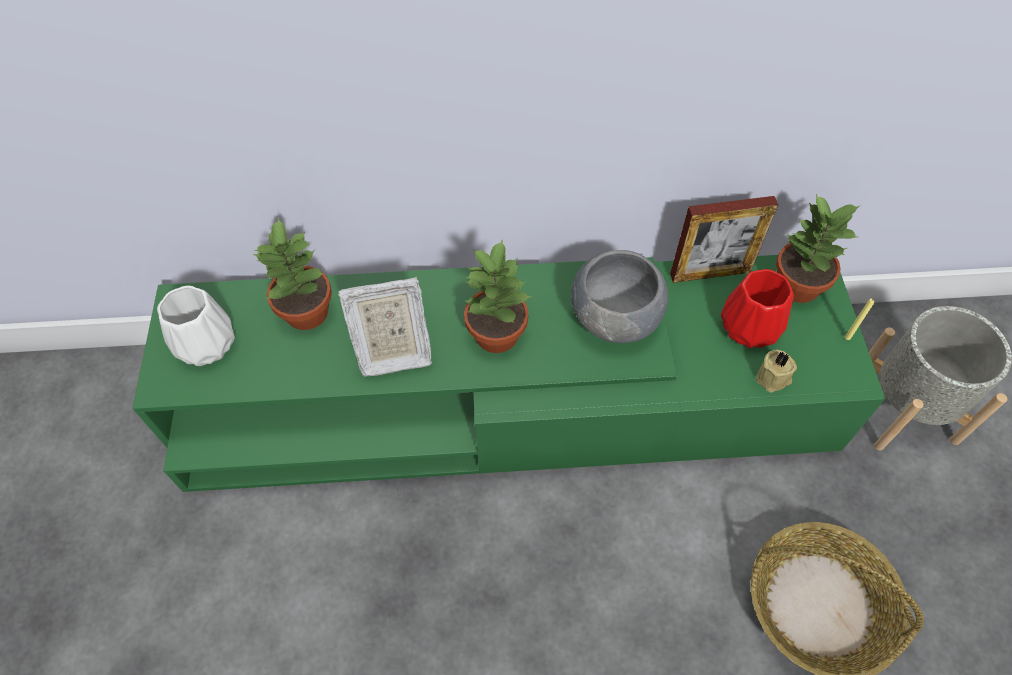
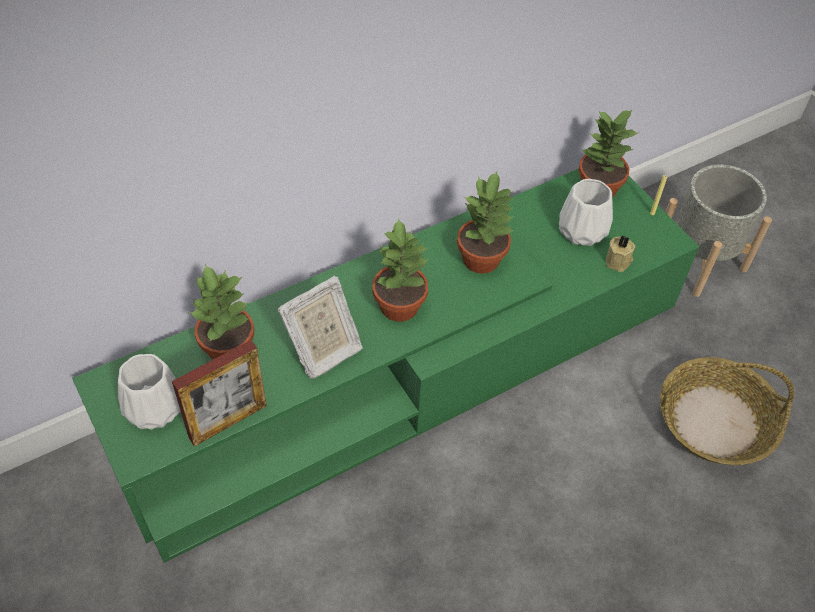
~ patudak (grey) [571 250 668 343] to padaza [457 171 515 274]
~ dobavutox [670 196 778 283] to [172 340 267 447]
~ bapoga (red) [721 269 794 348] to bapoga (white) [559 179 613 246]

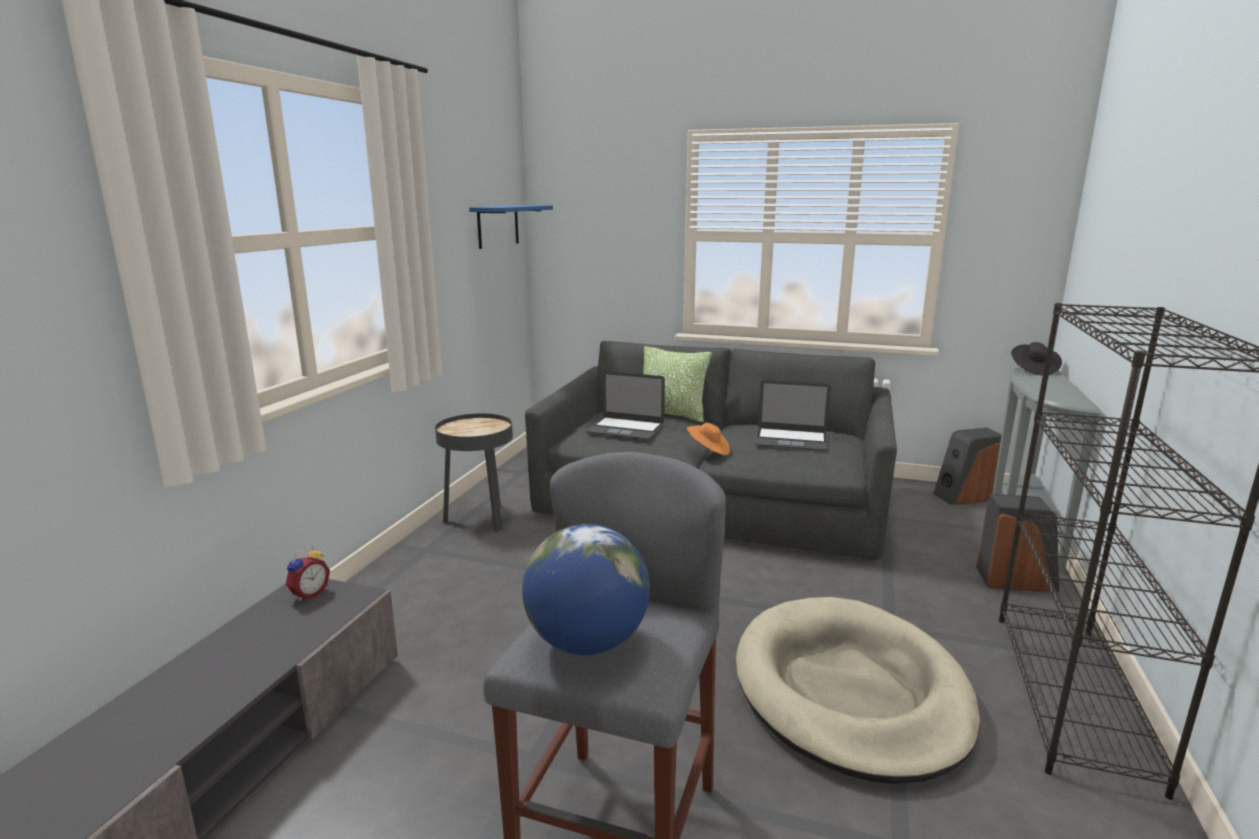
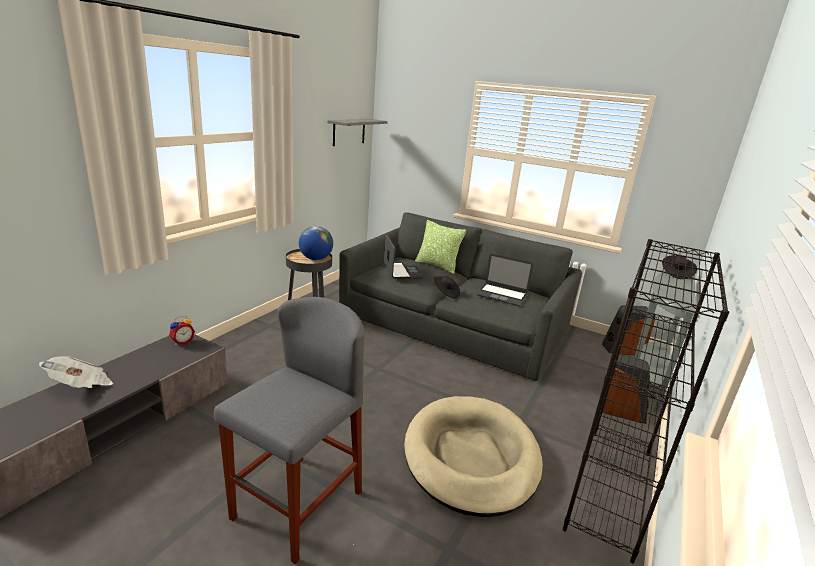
~ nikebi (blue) [469 205 553 249] to nikebi (grey) [327 119 387 146]
~ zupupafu [522 524 650 655] to [299 226 333 260]
~ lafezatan [586 371 665 439] = [384 235 423 279] 135 degrees counterclockwise
~ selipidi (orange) [687 423 730 455] to selipidi (black) [434 276 460 299]
+ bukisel [39 356 113 388]

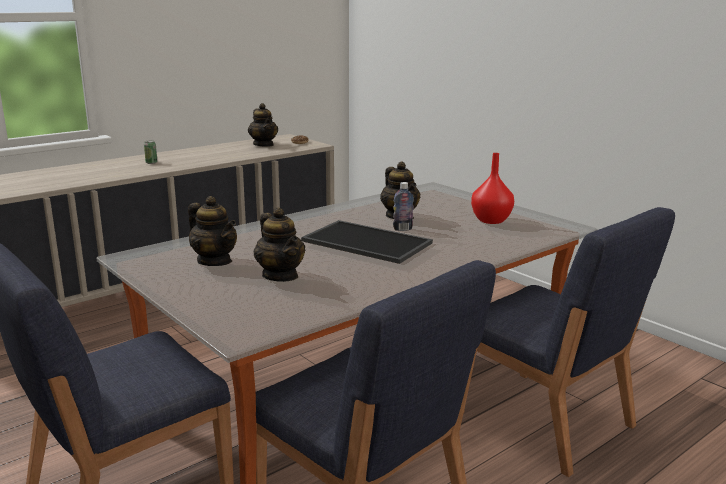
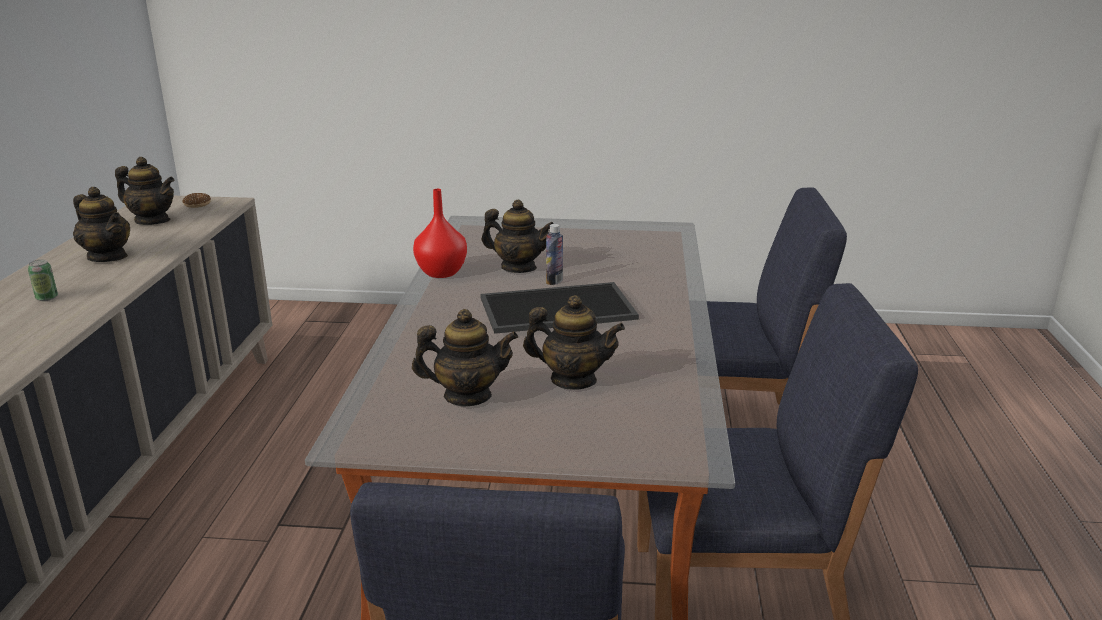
~ bapoga (red) [471 153 514 224] to [413 189 467 278]
+ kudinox [73 187 130 262]

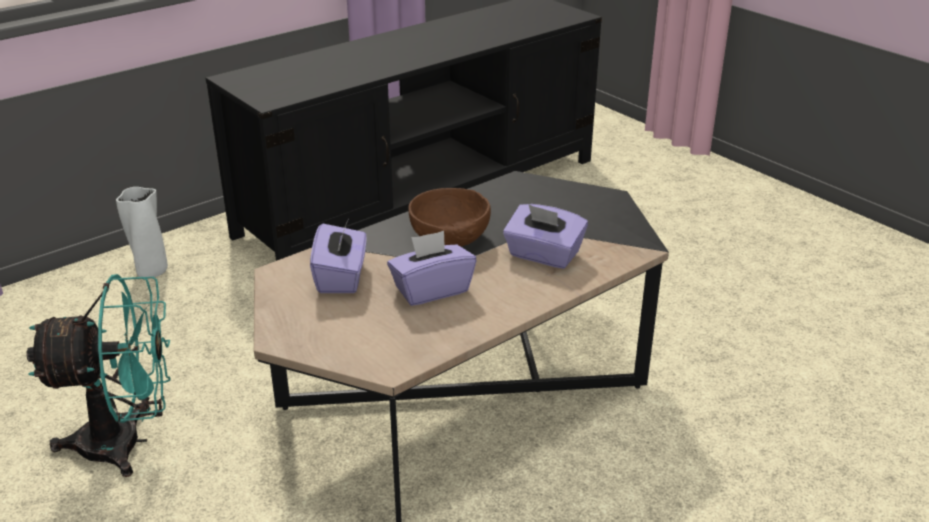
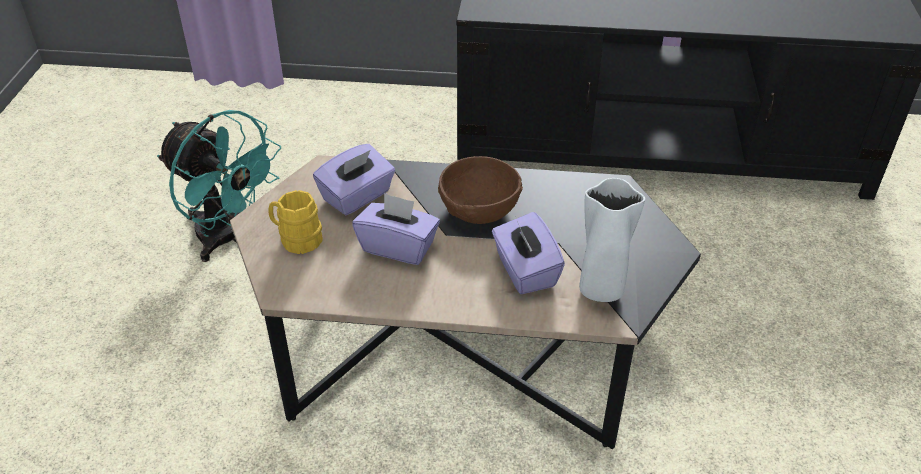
~ bapoga (white) [116 187 168 279] to [579 178 645 302]
+ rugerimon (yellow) [268 190 323 254]

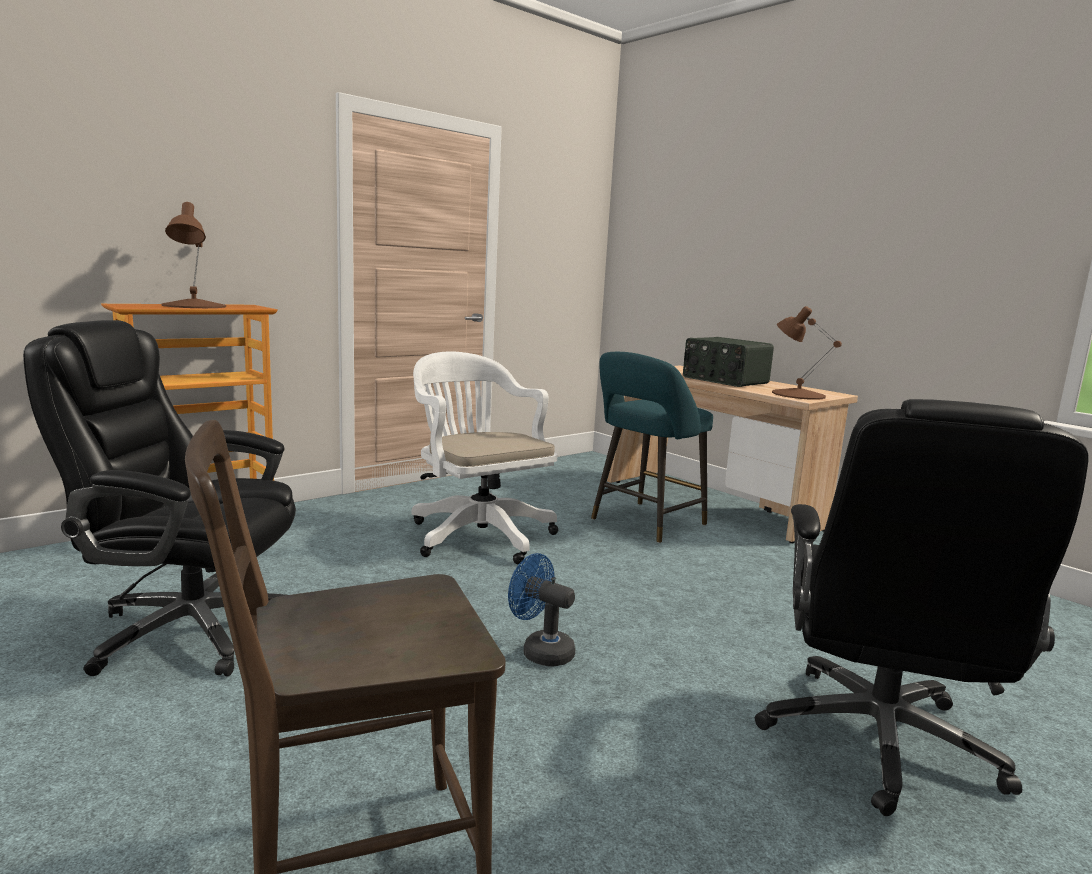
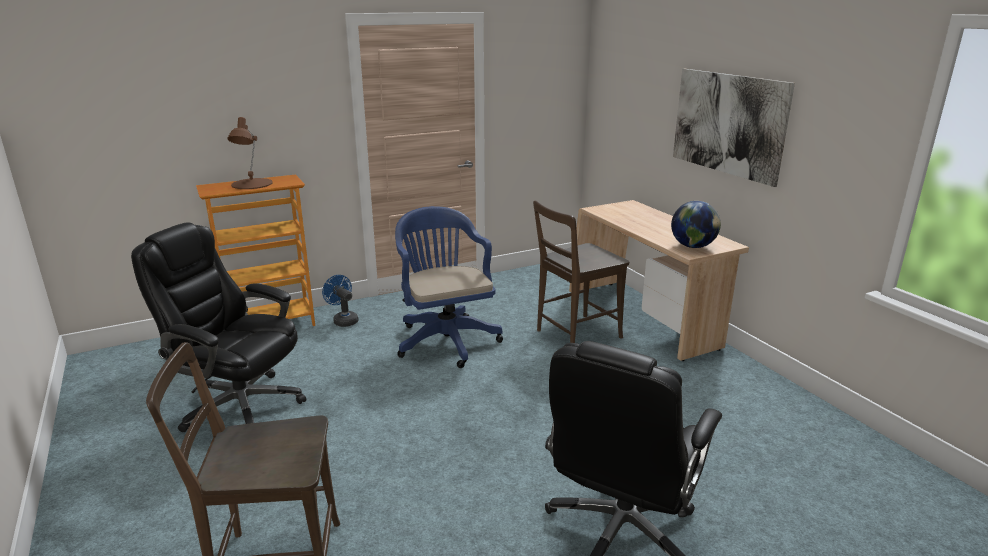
~ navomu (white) [411 352 558 564] to navomu (blue) [395 206 503 368]
~ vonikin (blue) [508 553 576 667] to [322 275 359 327]
~ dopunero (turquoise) [591 352 713 543] to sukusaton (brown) [533 200 629 343]
- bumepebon [683 337 774 387]
~ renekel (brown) [772 306 842 400] to zupupafu [671 201 721 248]
+ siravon [673 69 795 187]

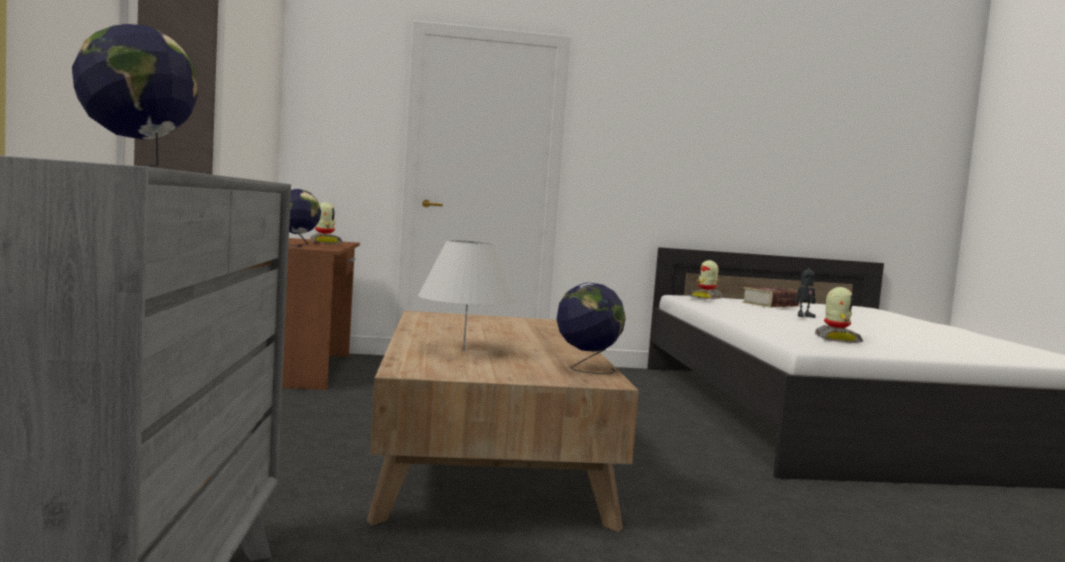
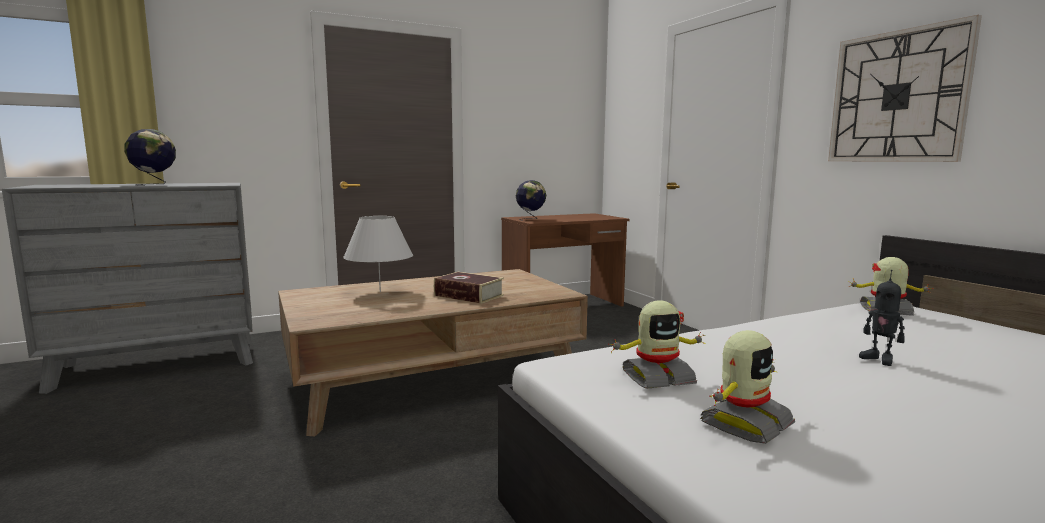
~ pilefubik [310 202 343 244] to [700 330 795 444]
- zupupafu [557 282 626 374]
~ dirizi [742 287 800 307] to [434 272 504 304]
+ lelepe [828 15 982 162]

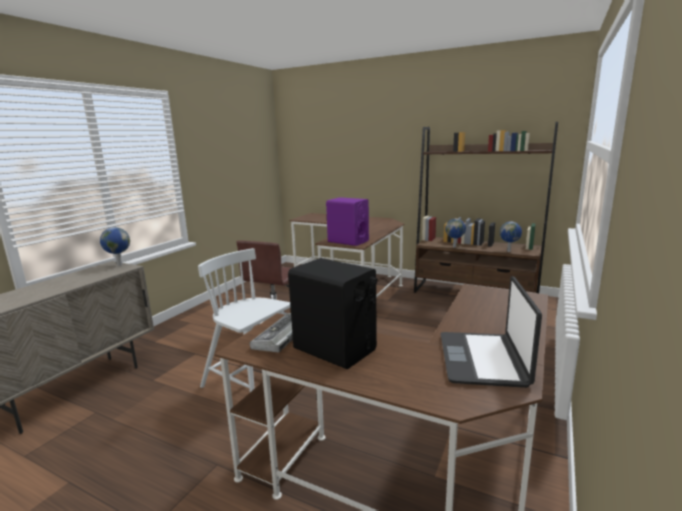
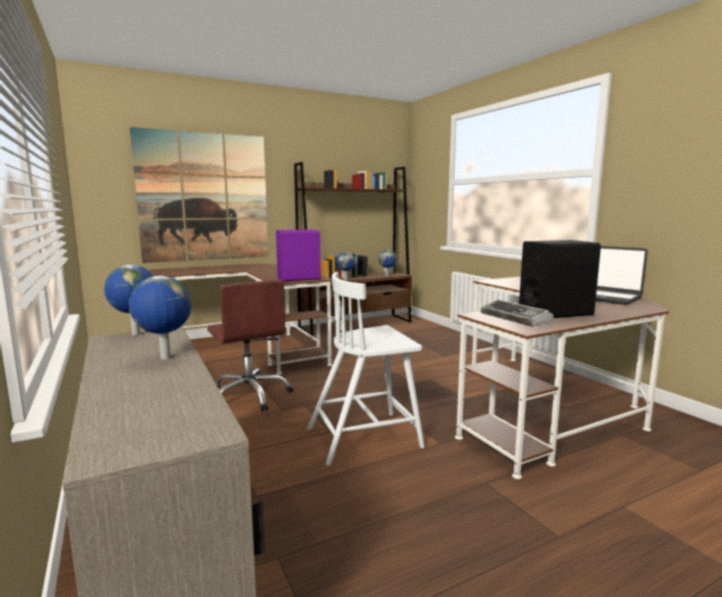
+ zupupafu [129 276 192 360]
+ siravon [130 127 269 263]

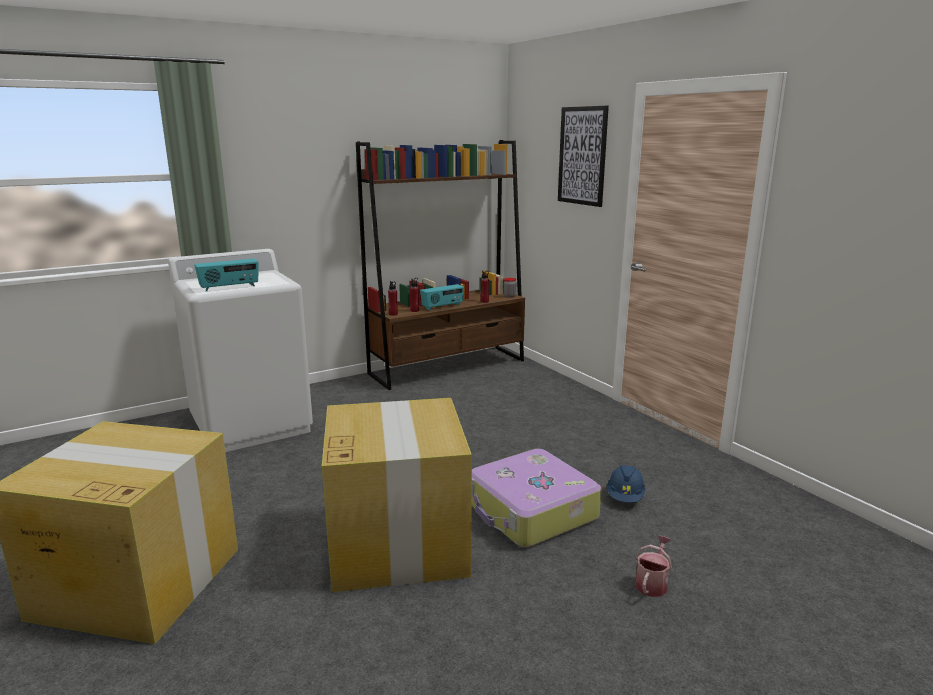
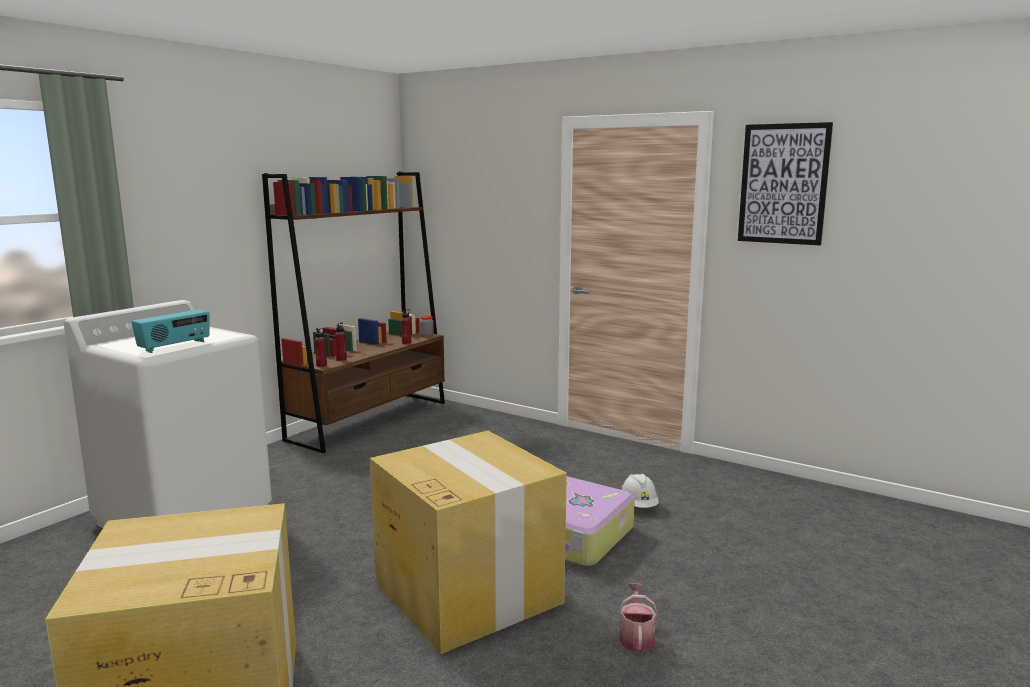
- bumepebon [420 284 464 310]
~ siravon [558 106 609 207] to [738 122 833 245]
~ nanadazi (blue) [607 465 645 503] to nanadazi (white) [622 474 659 508]
~ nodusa [635 535 672 597] to [619 583 658 652]

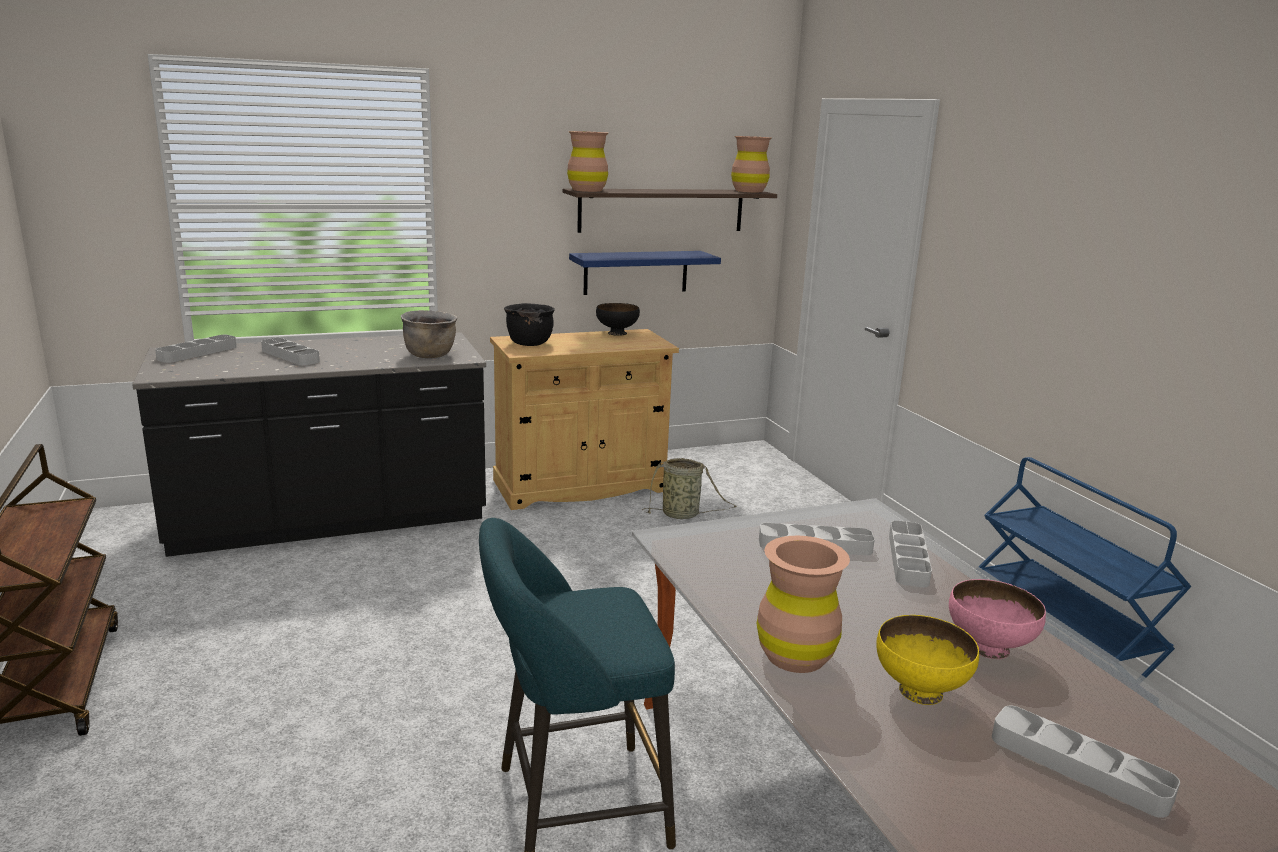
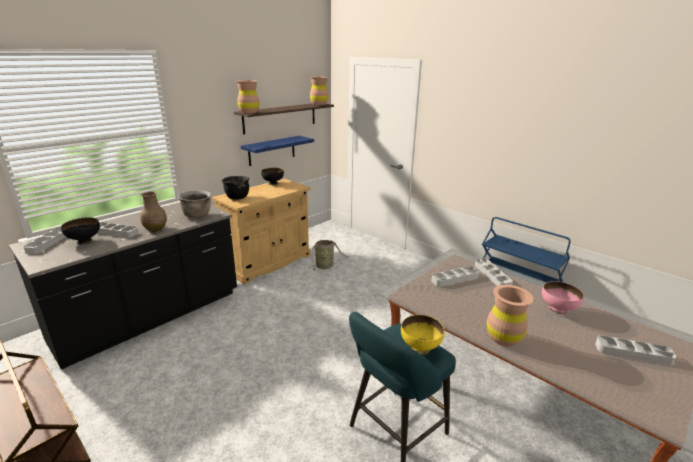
~ patudak (yellow) [876 615 979 705] to [401 315 444 355]
+ patudak (black) [61 217 100 245]
+ bapoga (brown) [140 192 167 232]

